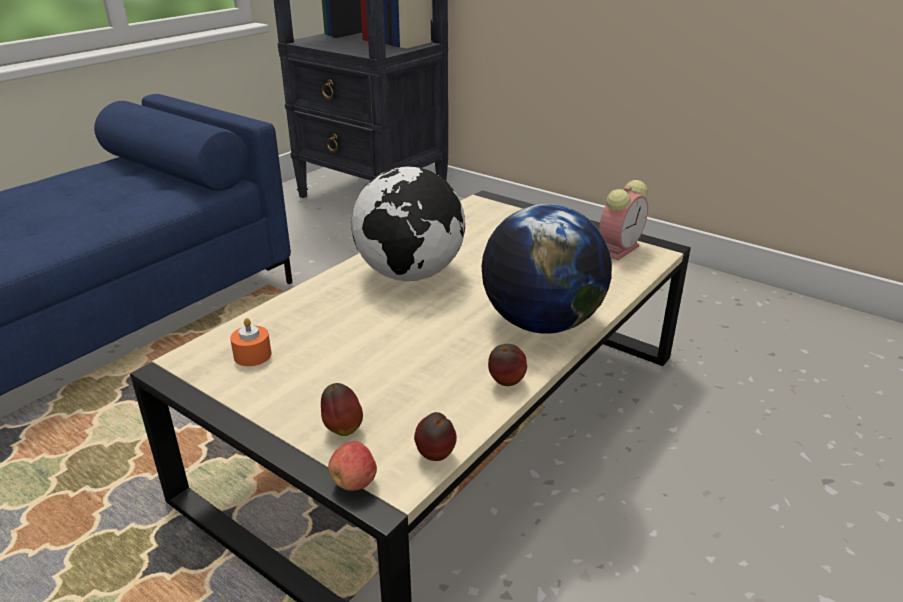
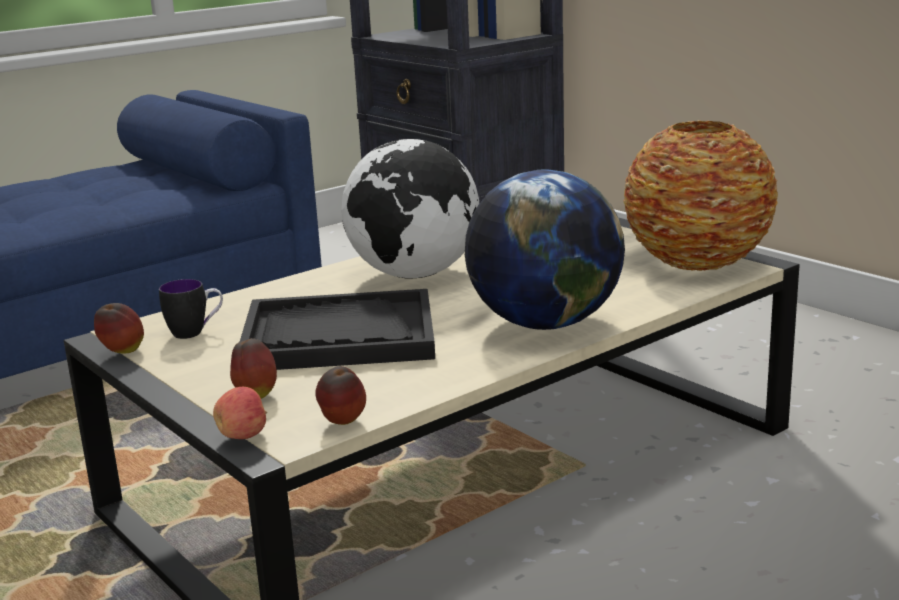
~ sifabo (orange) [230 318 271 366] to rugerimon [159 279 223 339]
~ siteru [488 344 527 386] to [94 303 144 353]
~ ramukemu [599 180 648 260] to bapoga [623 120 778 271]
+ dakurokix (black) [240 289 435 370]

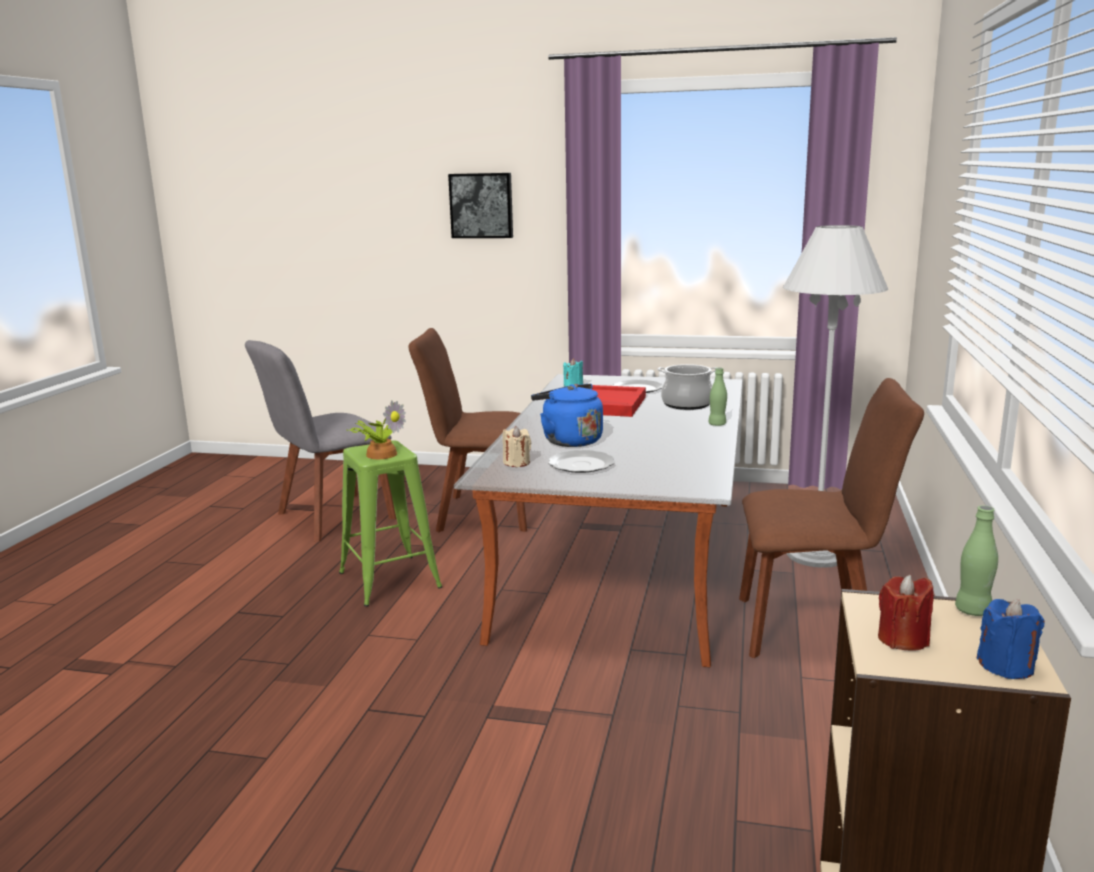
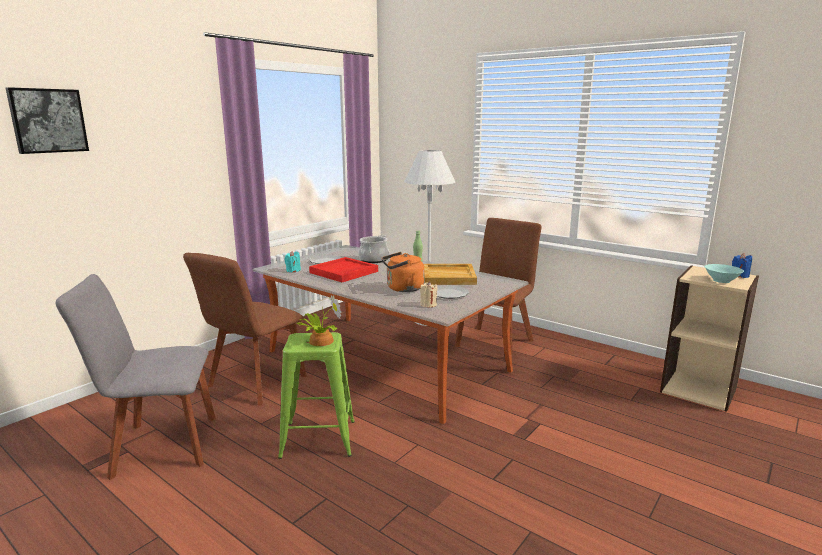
~ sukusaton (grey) [245 340 397 542] = [55 274 216 480] 90 degrees clockwise
~ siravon [448 173 513 238] to [6 87 89 154]
~ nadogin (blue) [531 384 603 447] to nadogin (orange) [381 252 424 292]
~ sifabo (red) [878 574 933 651] to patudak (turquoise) [704 264 744 283]
- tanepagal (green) [955 505 998 616]
+ dakurokix (beige) [424 264 477 285]

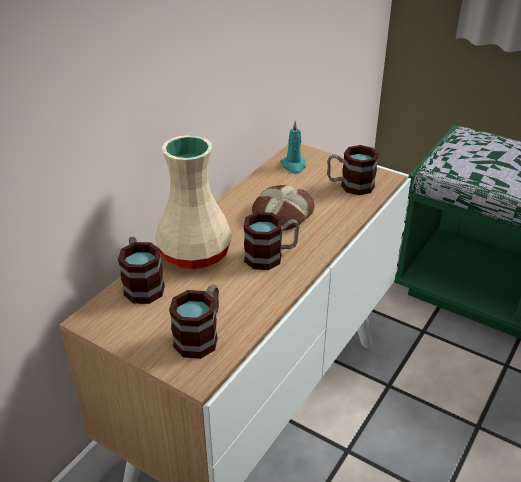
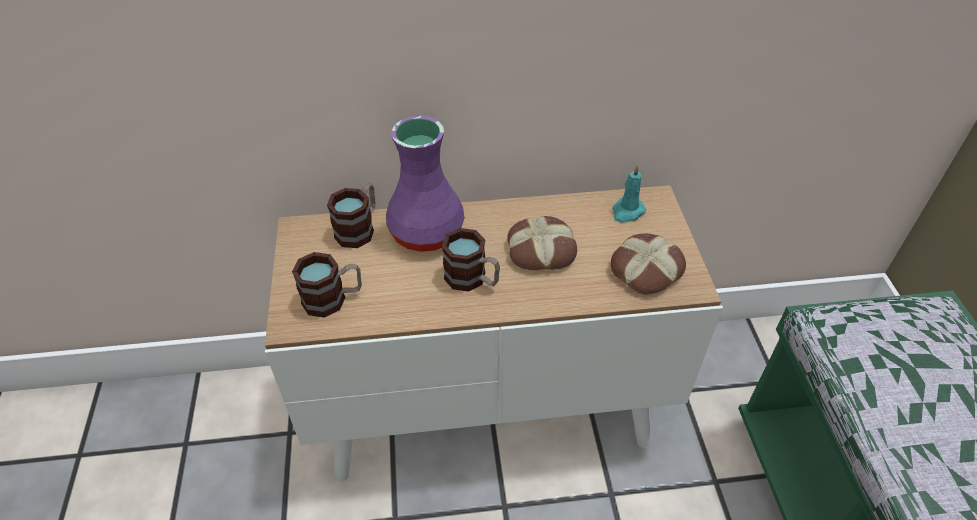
~ bapoga (beige) [156 135 232 270] to bapoga (purple) [386 116 465 252]
~ rugerimon [327 145 379 195] to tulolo [611 234 686 294]

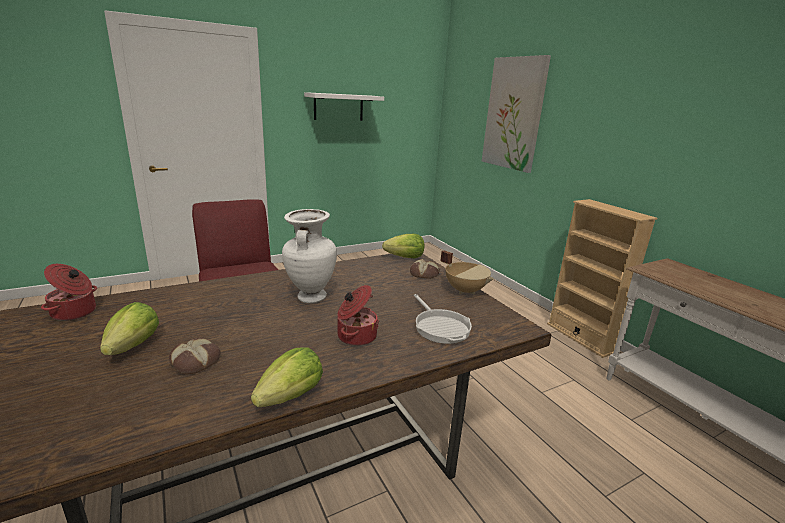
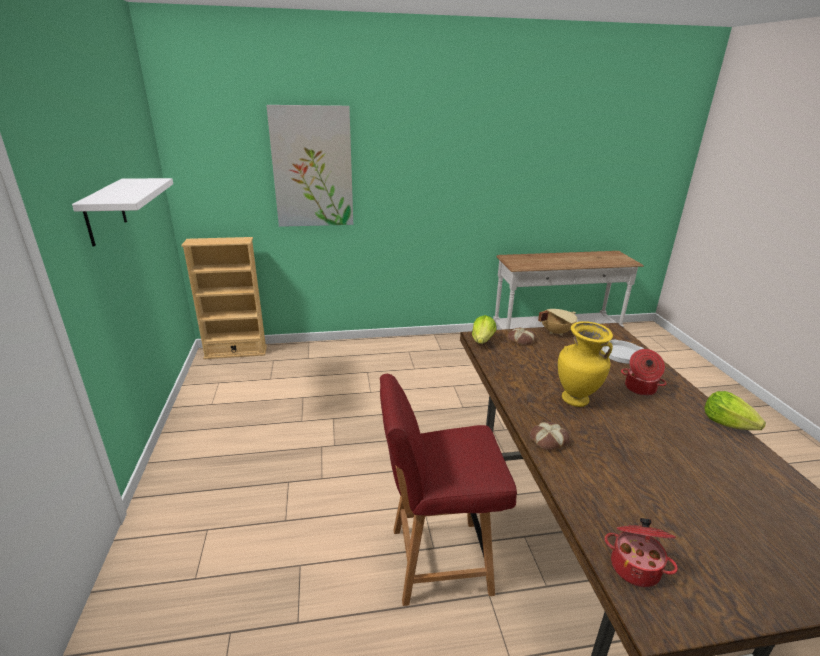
- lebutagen [100 302 159 355]
~ tulolo [169 338 221 374] to [530 422 570 451]
~ bapoga (white) [282 209 337 304] to bapoga (yellow) [558 321 613 407]
~ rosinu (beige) [547 199 657 358] to [181 237 267 359]

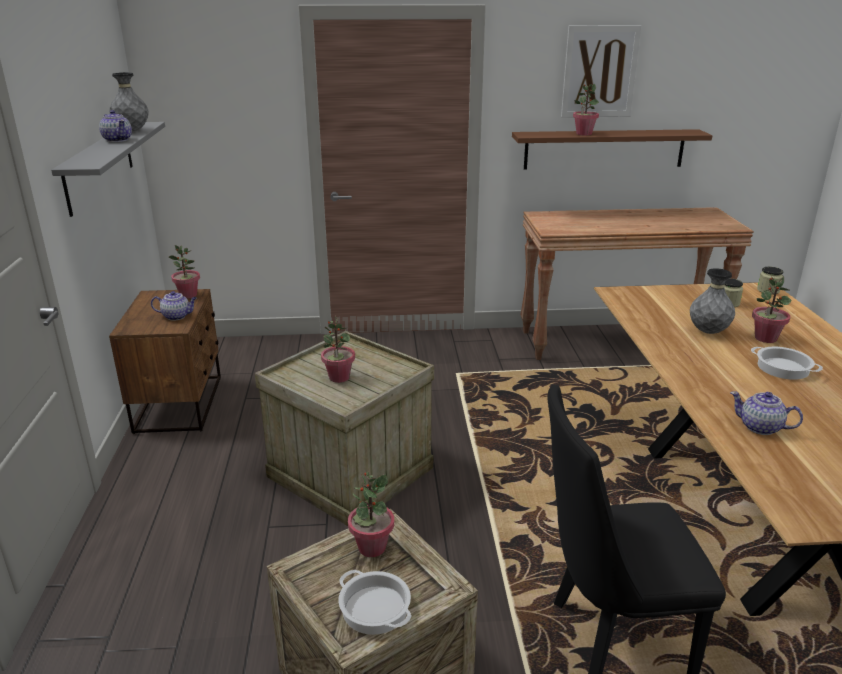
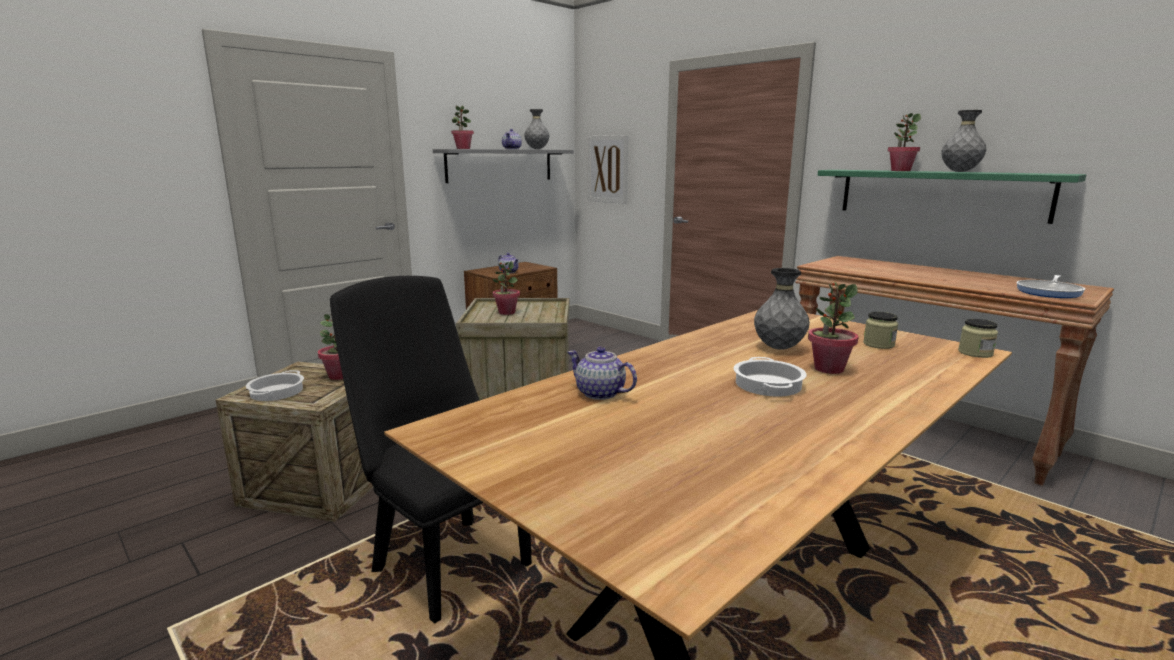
~ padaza [168 245 200 299] to [451 105 474 149]
~ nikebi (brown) [512 129 712 169] to nikebi (green) [818 170 1086 224]
~ siravon [561 25 641 118] to [588 135 629 204]
~ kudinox [730 391 803 435] = [568 347 637 400] 45 degrees counterclockwise
+ bapoga (grey) [941 110 986 172]
+ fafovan [1017 275 1085 298]

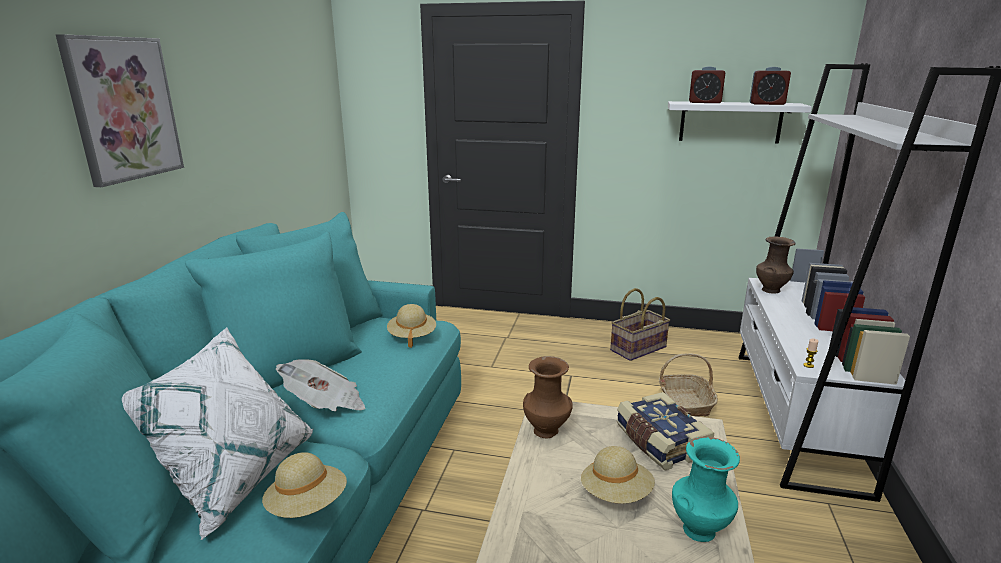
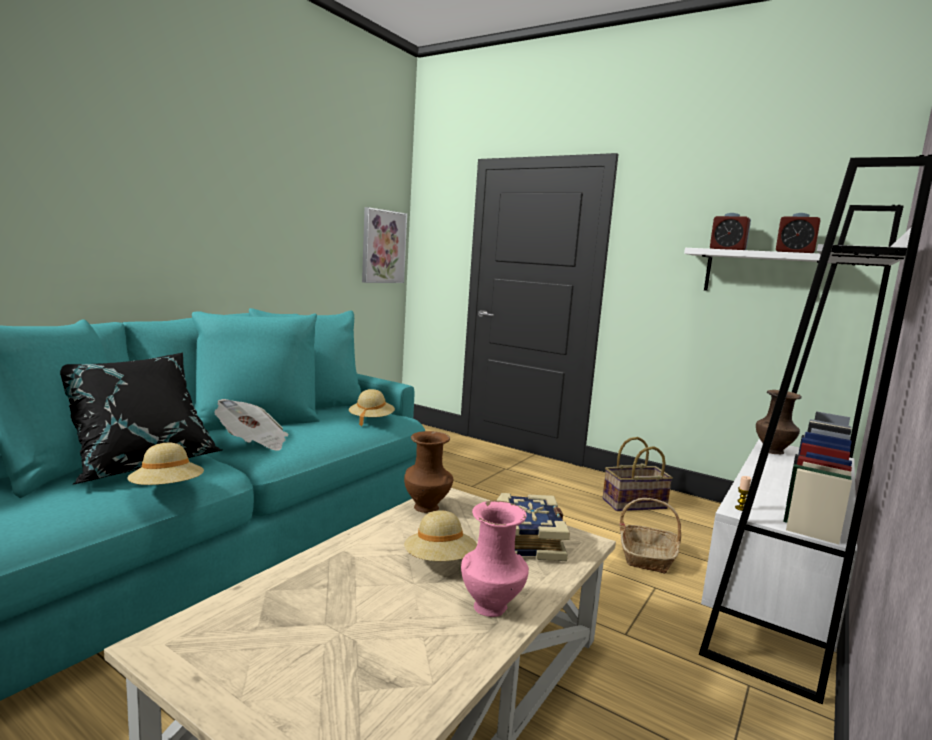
~ siravon [55 34 184 187] to [362 207 407 283]
~ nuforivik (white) [122 328 313 540] to nuforivik (black) [60 353 222 485]
~ bapoga (turquoise) [672 437 740 542] to bapoga (pink) [461 501 529 617]

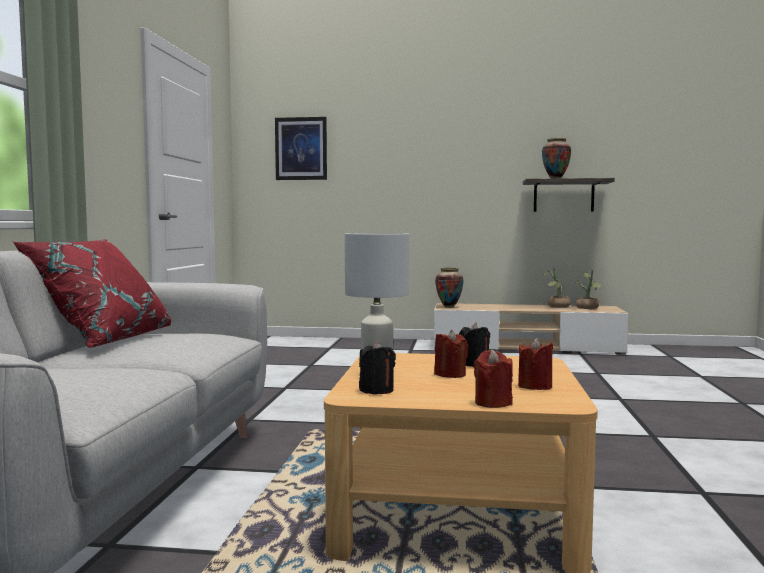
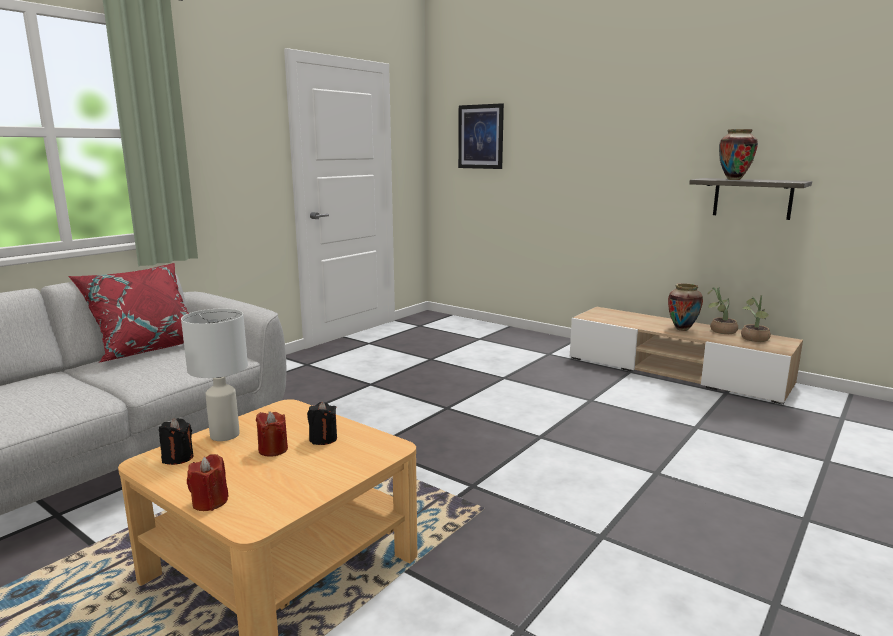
~ bapoga [435 268 464 308] to [668 283 703 331]
- sifabo (red) [518 338 553 390]

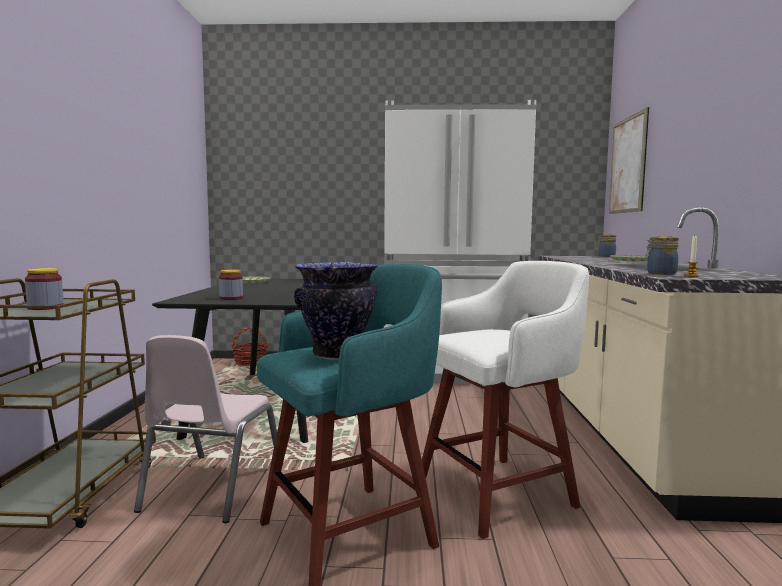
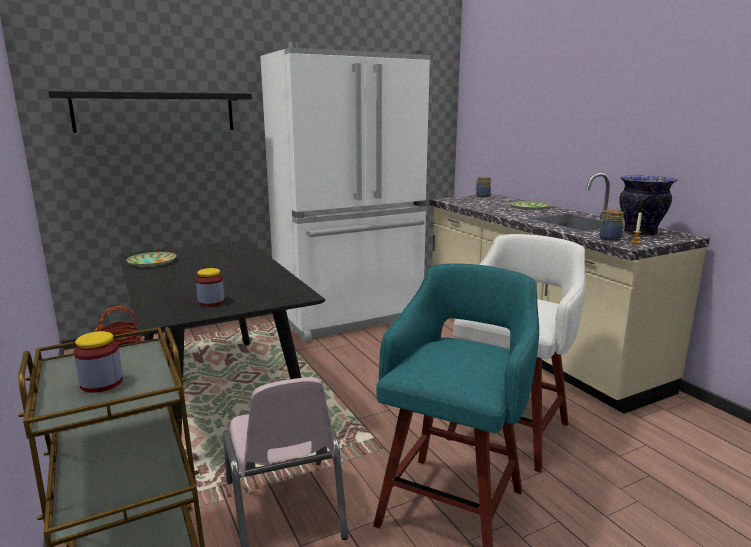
~ bapoga [294 262 378 360] to [619 175 677 237]
- siravon [609 107 649 214]
+ nikebi (black) [48 91 252 133]

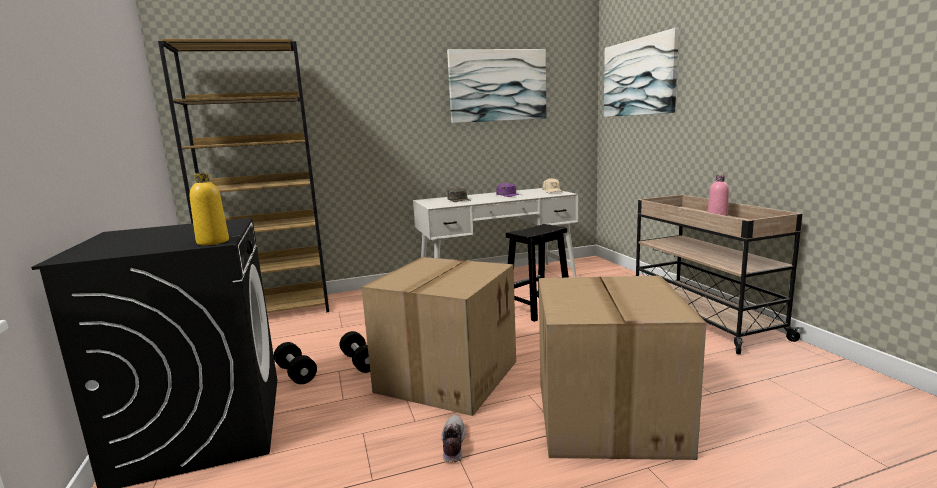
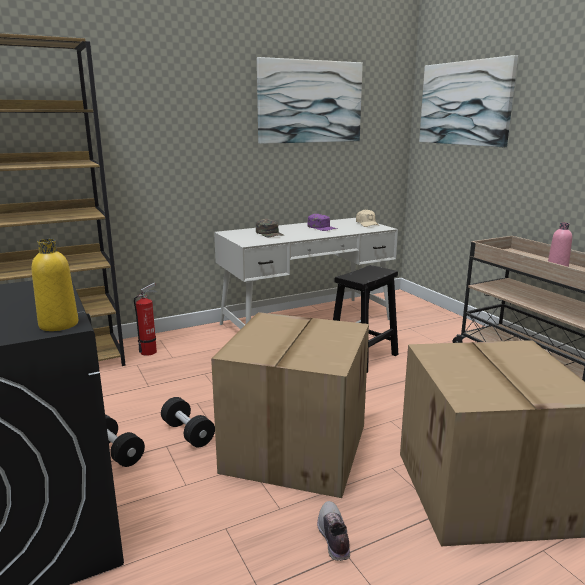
+ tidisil [134 283 157 356]

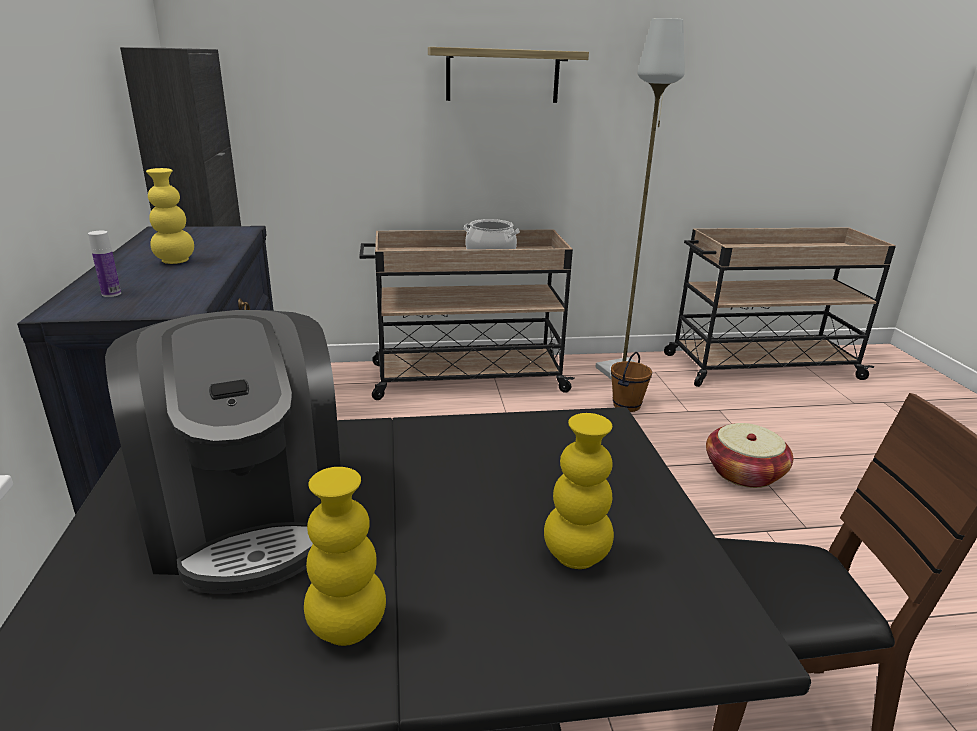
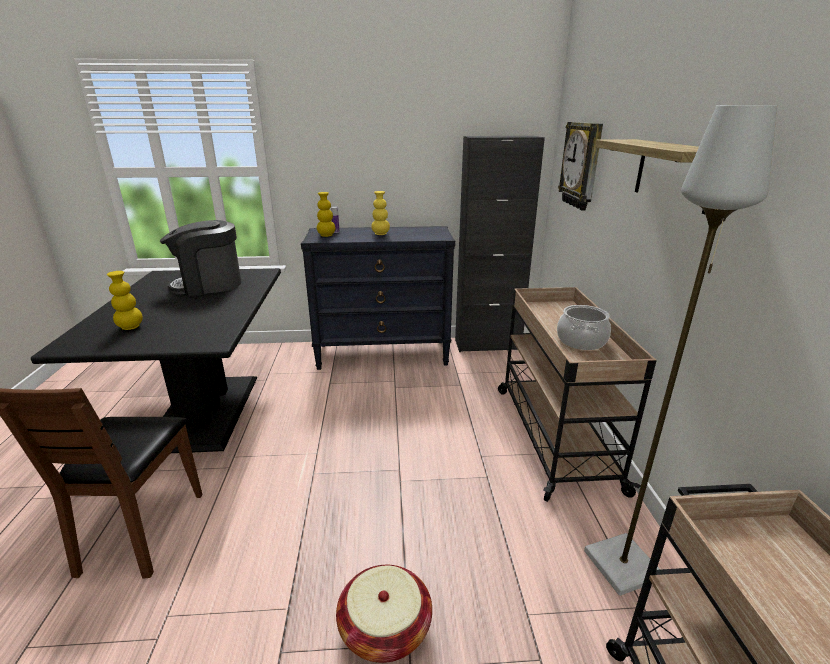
~ bapoga (yellow) [304 467 386 646] to [317 192 335 237]
- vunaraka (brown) [611 352 652 412]
+ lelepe [558 122 603 211]

